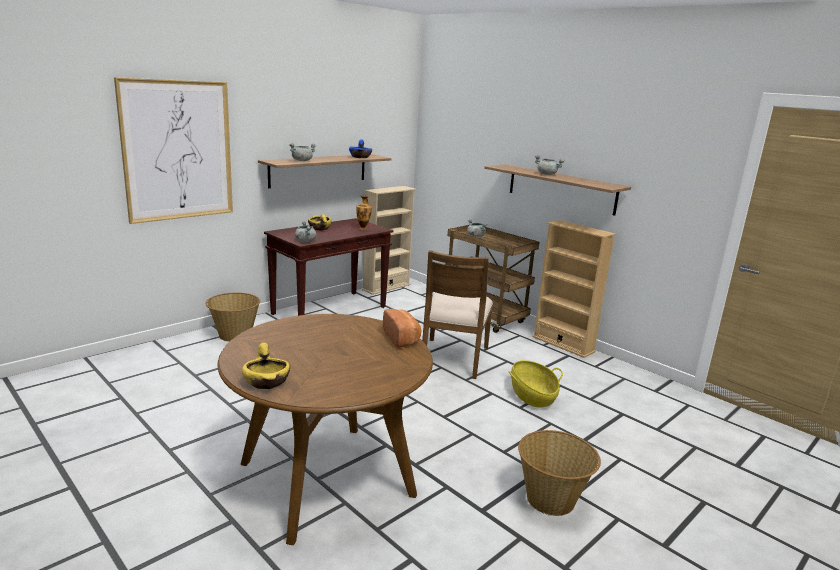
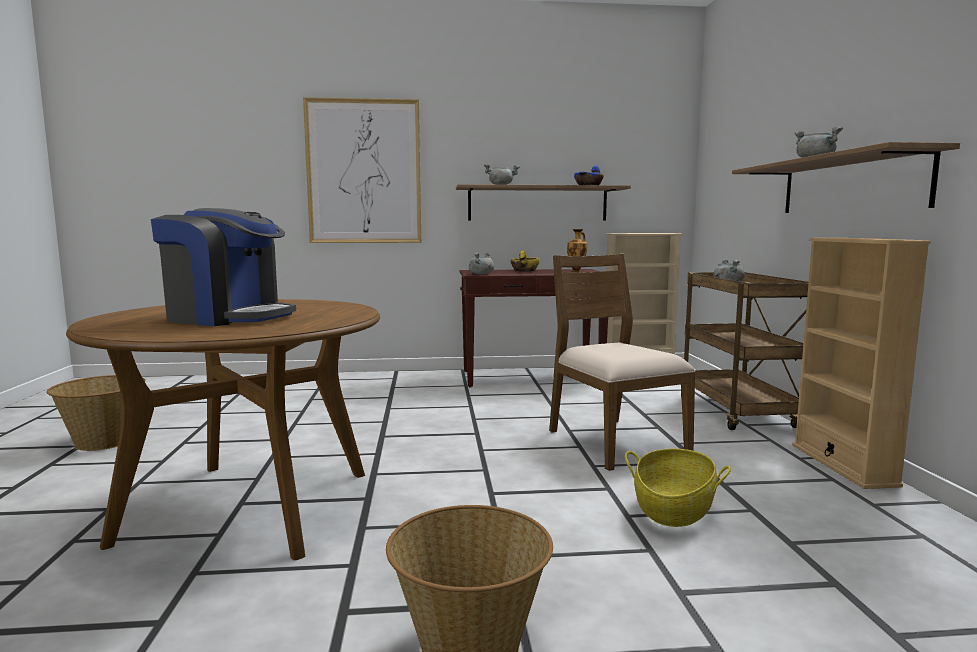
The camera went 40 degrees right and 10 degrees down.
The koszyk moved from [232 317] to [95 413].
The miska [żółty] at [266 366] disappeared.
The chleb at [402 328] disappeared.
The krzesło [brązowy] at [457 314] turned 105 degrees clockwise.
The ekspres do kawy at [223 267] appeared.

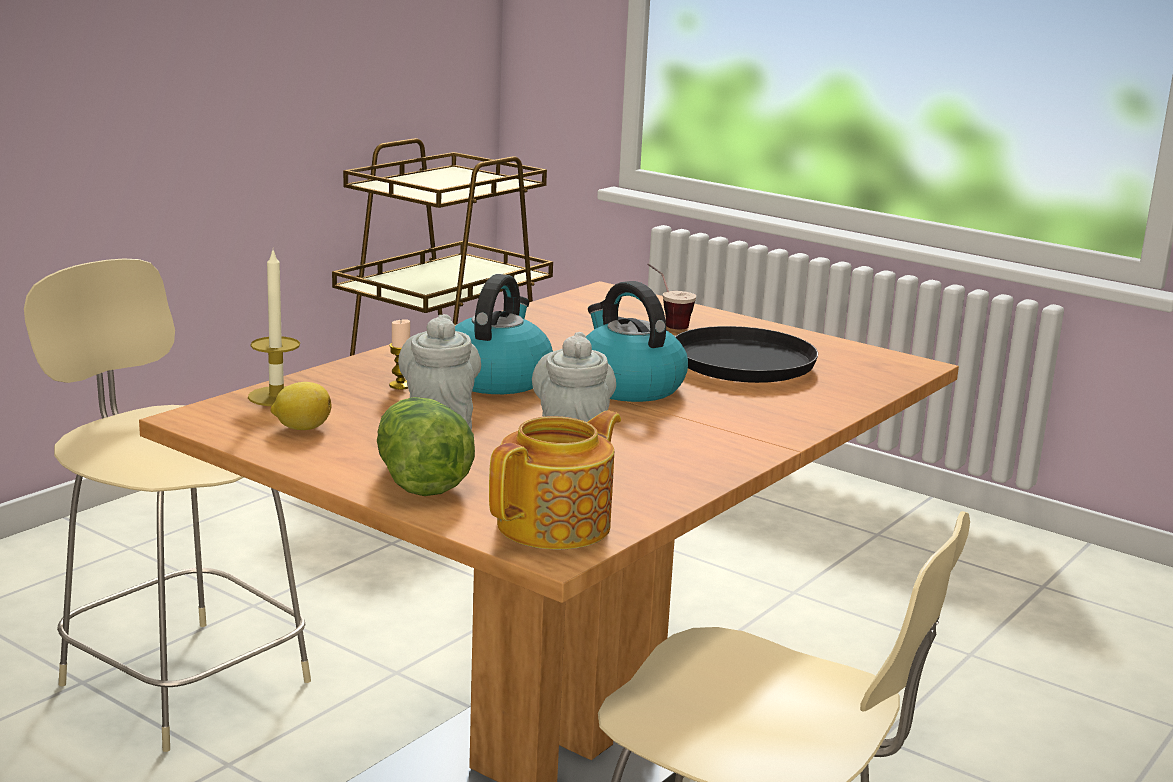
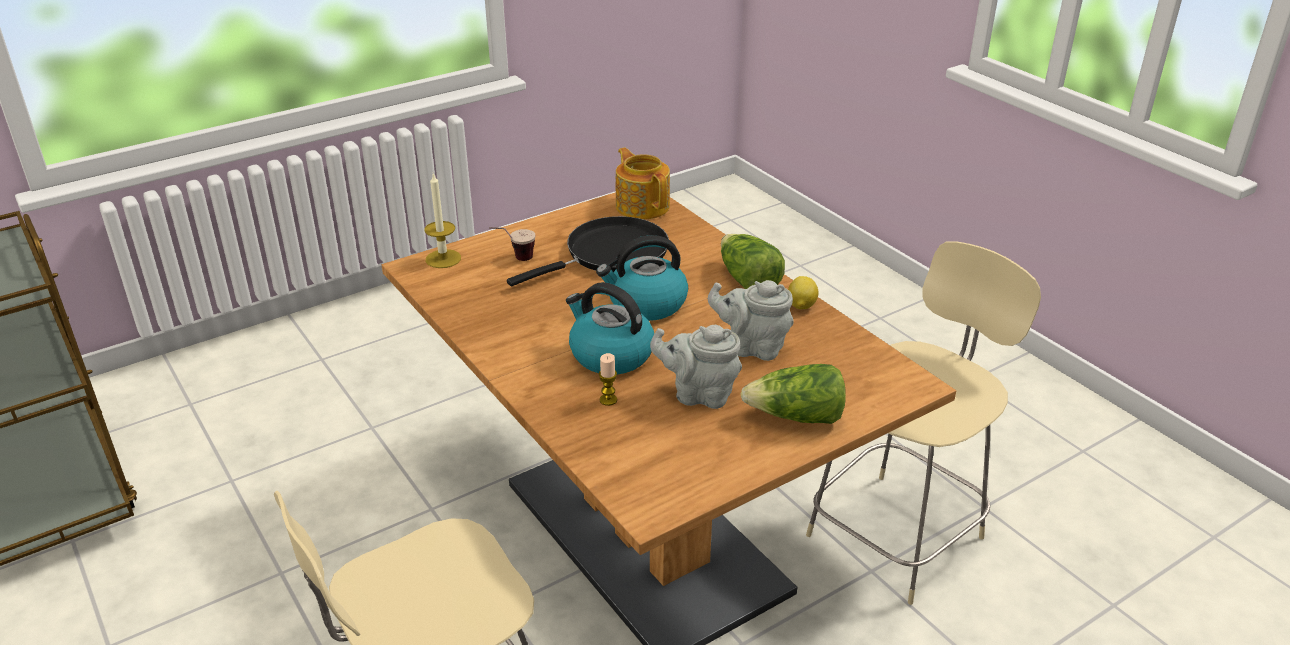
The camera went 70 degrees left and 15 degrees up.
The świeca moved from [274 328] to [442 220].
The cytryna moved from [300 406] to [803 292].
The imbryk moved from [555 479] to [643 183].
The sałata at [753 261] appeared.

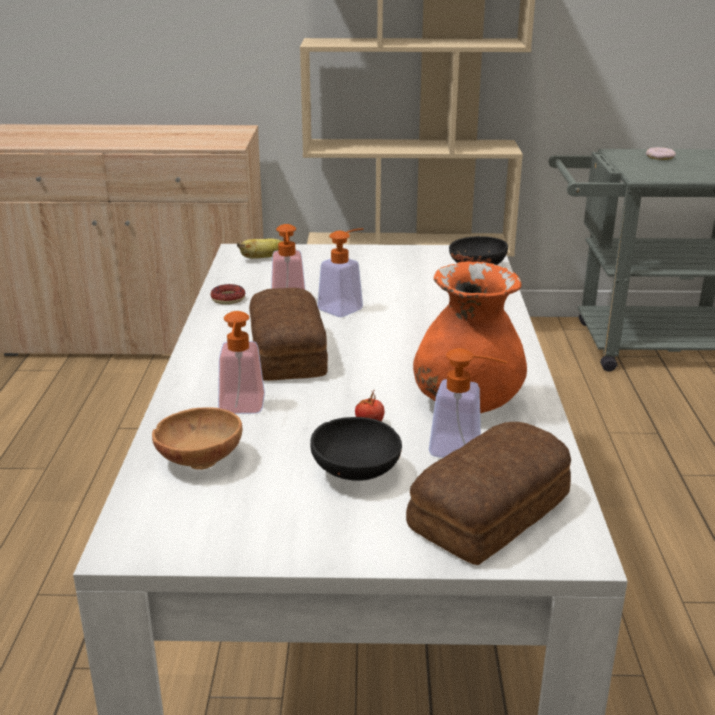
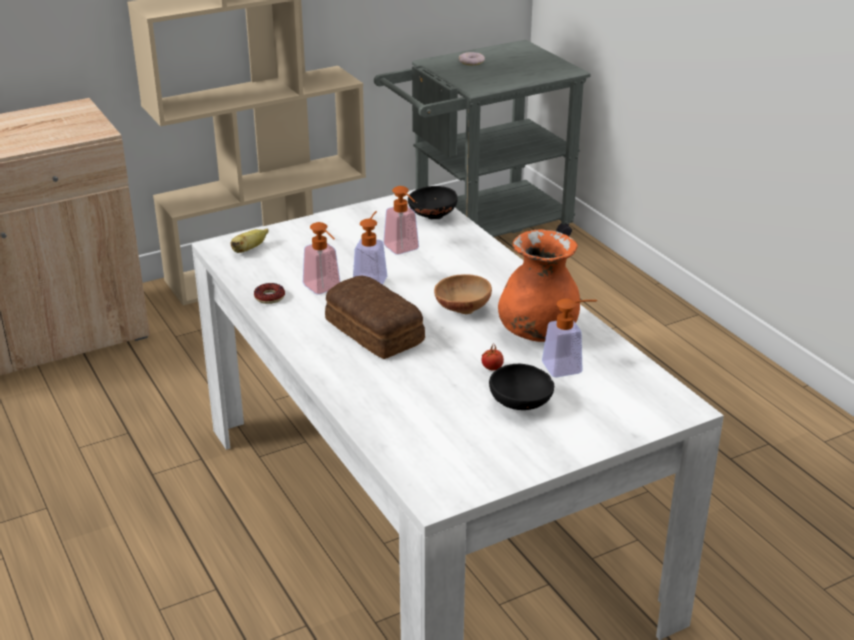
The camera went 30 degrees left and 5 degrees up.
The miska [brązowy] moved from [197 438] to [463 294].
The dozownik mydła moved from [241 362] to [401 220].
The chleb at [488 493] disappeared.

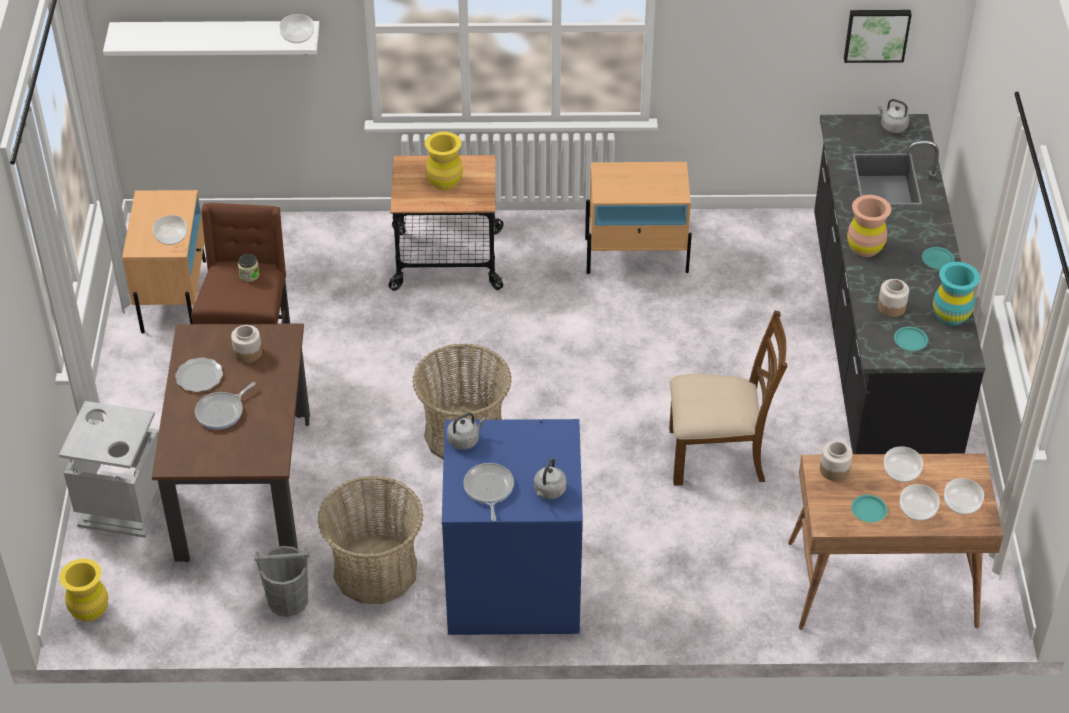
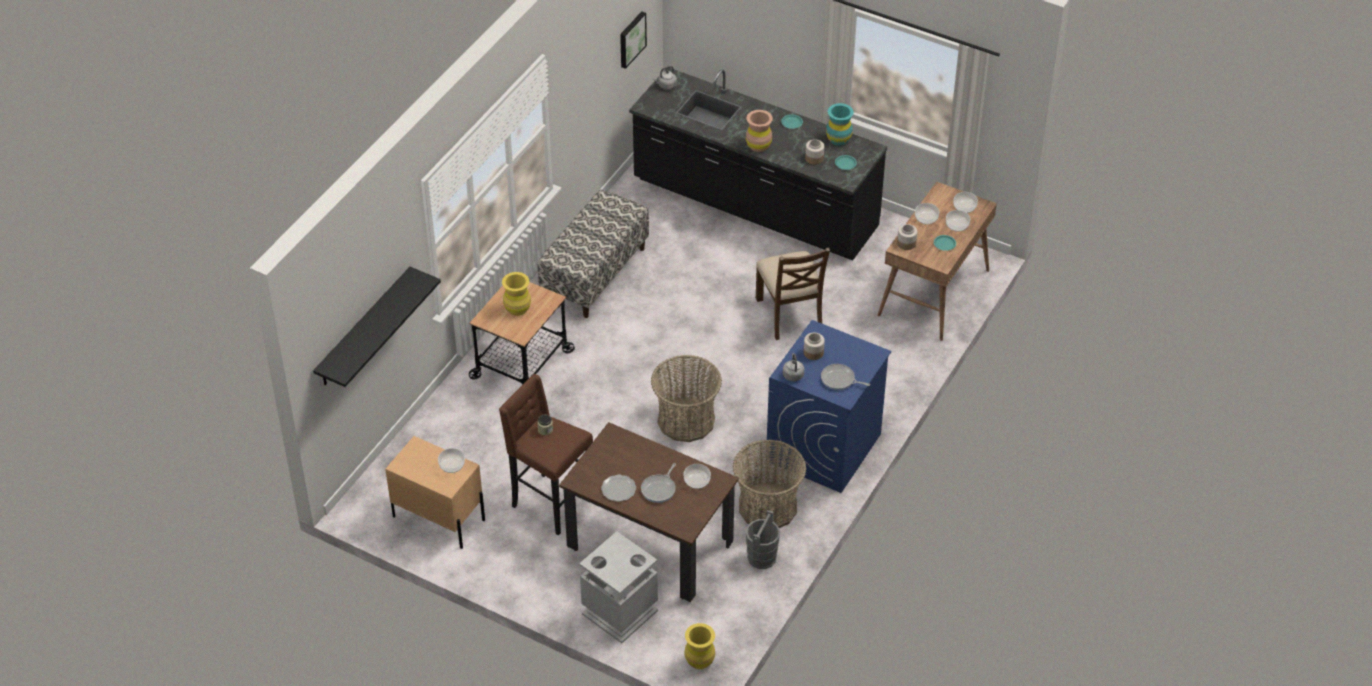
The camera went 60 degrees left and 0 degrees up.
The półka [biały] at [211 38] became the półka [czarny] at [377 327].
The patelnia at [225 406] turned 45 degrees clockwise.
The słoik moved from [246 344] to [814 346].
The miska moved from [296 28] to [697 476].
The czajnik [szary] at [550 478] disappeared.
The szafka nocna [beżowy] at [638 218] was replaced by the ławka at [593 253].
The krzesło [brązowy] at [728 398] turned 135 degrees clockwise.

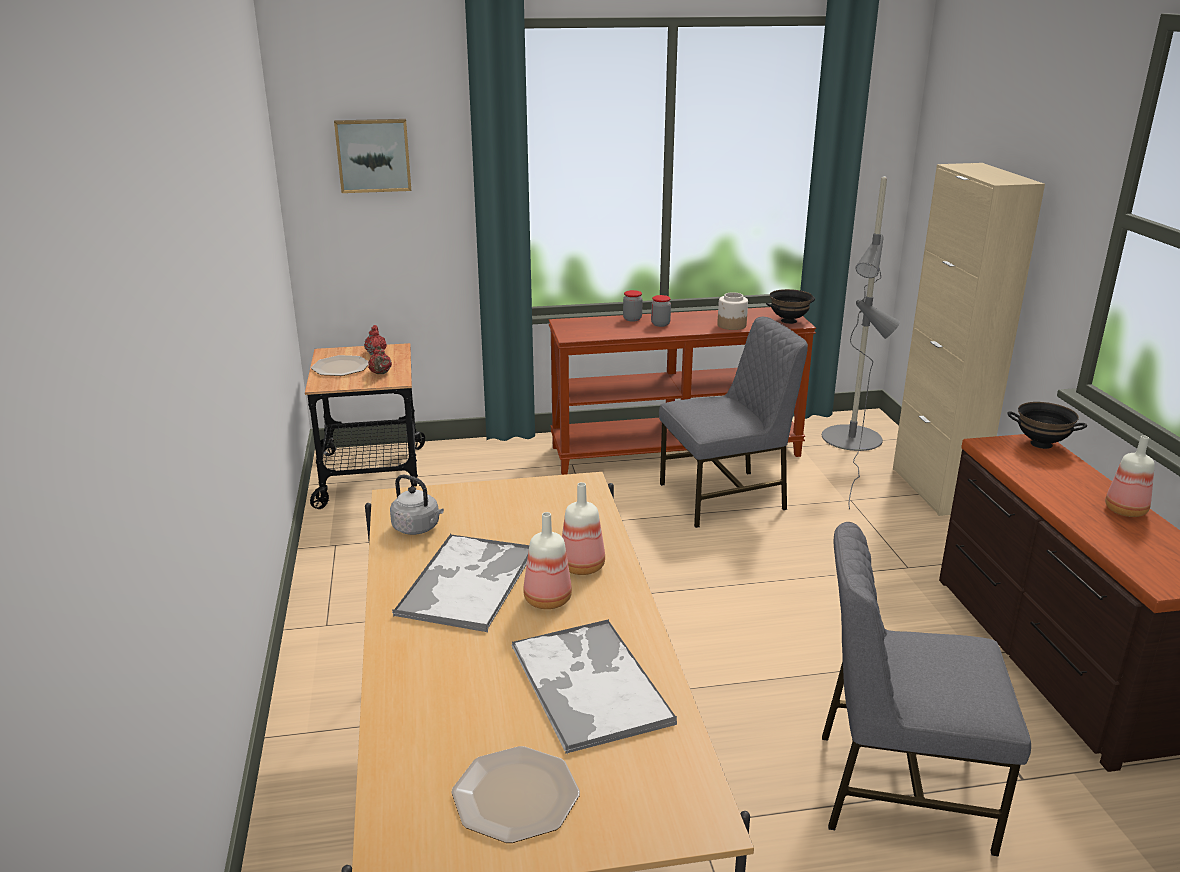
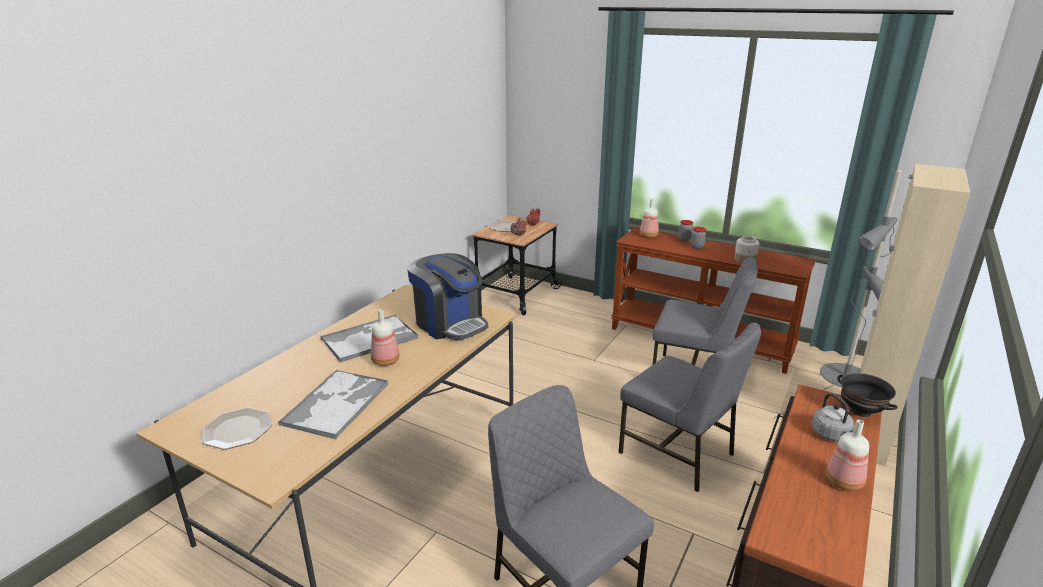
The camera went 40 degrees right and 0 degrees up.
The obraz at [372 156] disappeared.
The czajnik [szary] moved from [417 505] to [833 417].
The butelka moved from [583 528] to [649 218].
The miska [czarny] at [790 306] disappeared.
The ekspres do kawy at [447 297] appeared.
The krzesło [szary] at [689 407] appeared.

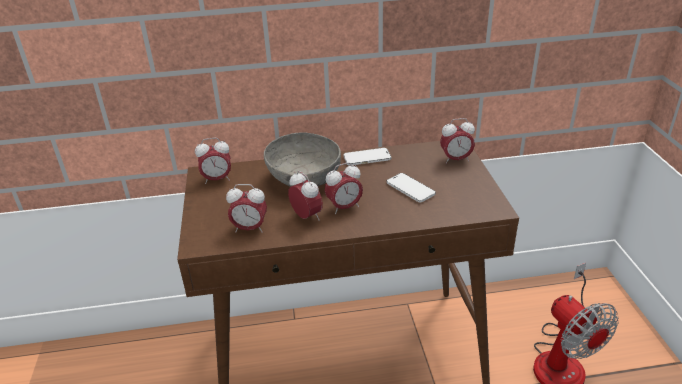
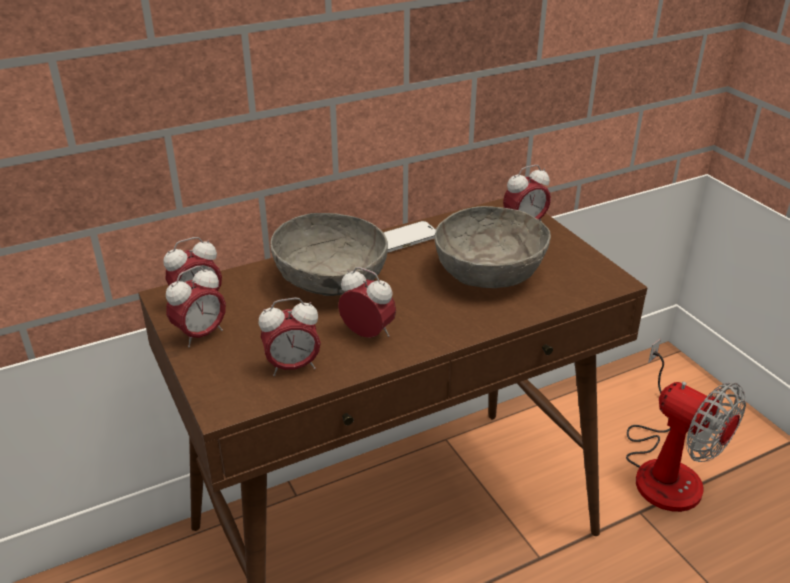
The camera went 20 degrees left and 0 degrees up.
The budzik moved from [344 188] to [196 306].
The telefon at [411 187] was replaced by the miska [szary] at [493 247].

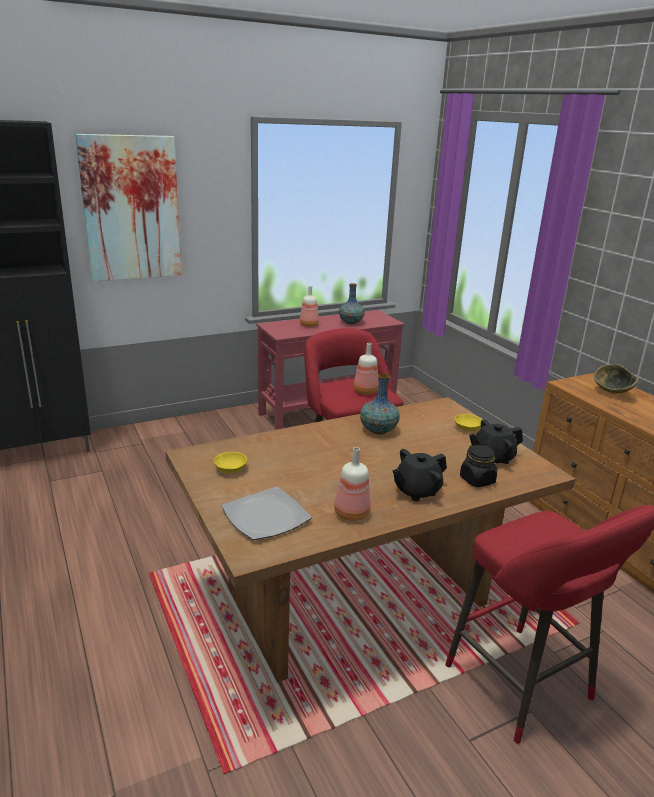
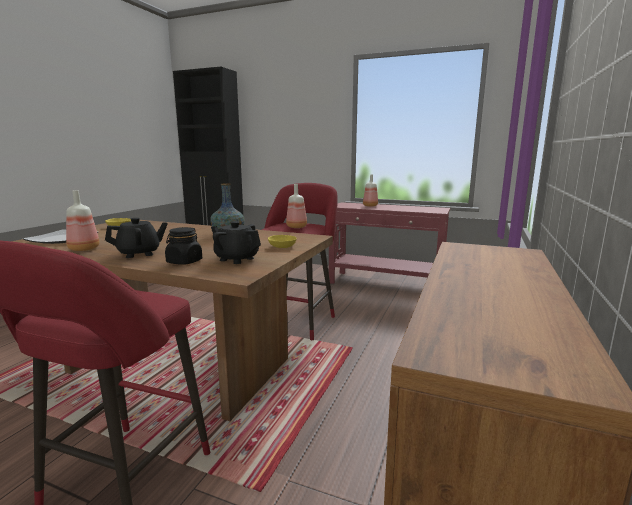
The camera went 50 degrees right and 10 degrees down.
The obraz at [128 208] disappeared.
The wazon at [352 303] disappeared.
The imbryk [czarny] at [420 475] turned 135 degrees clockwise.
The miska at [616 379] disappeared.

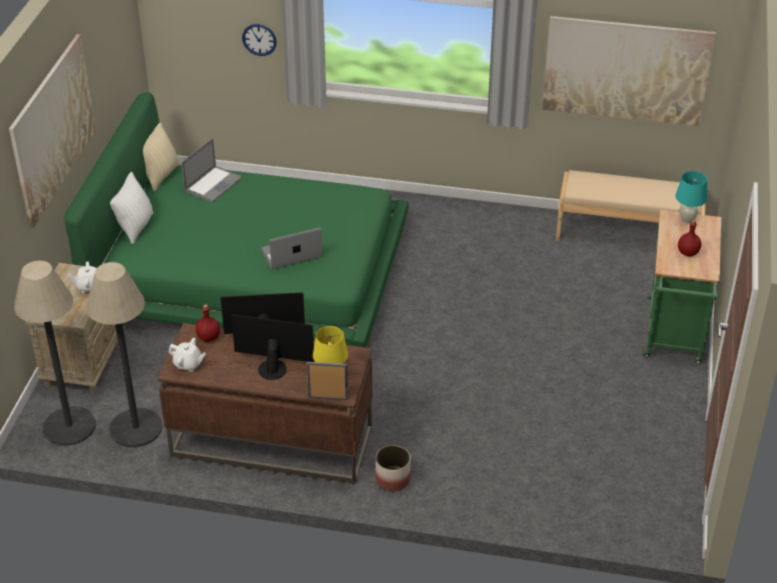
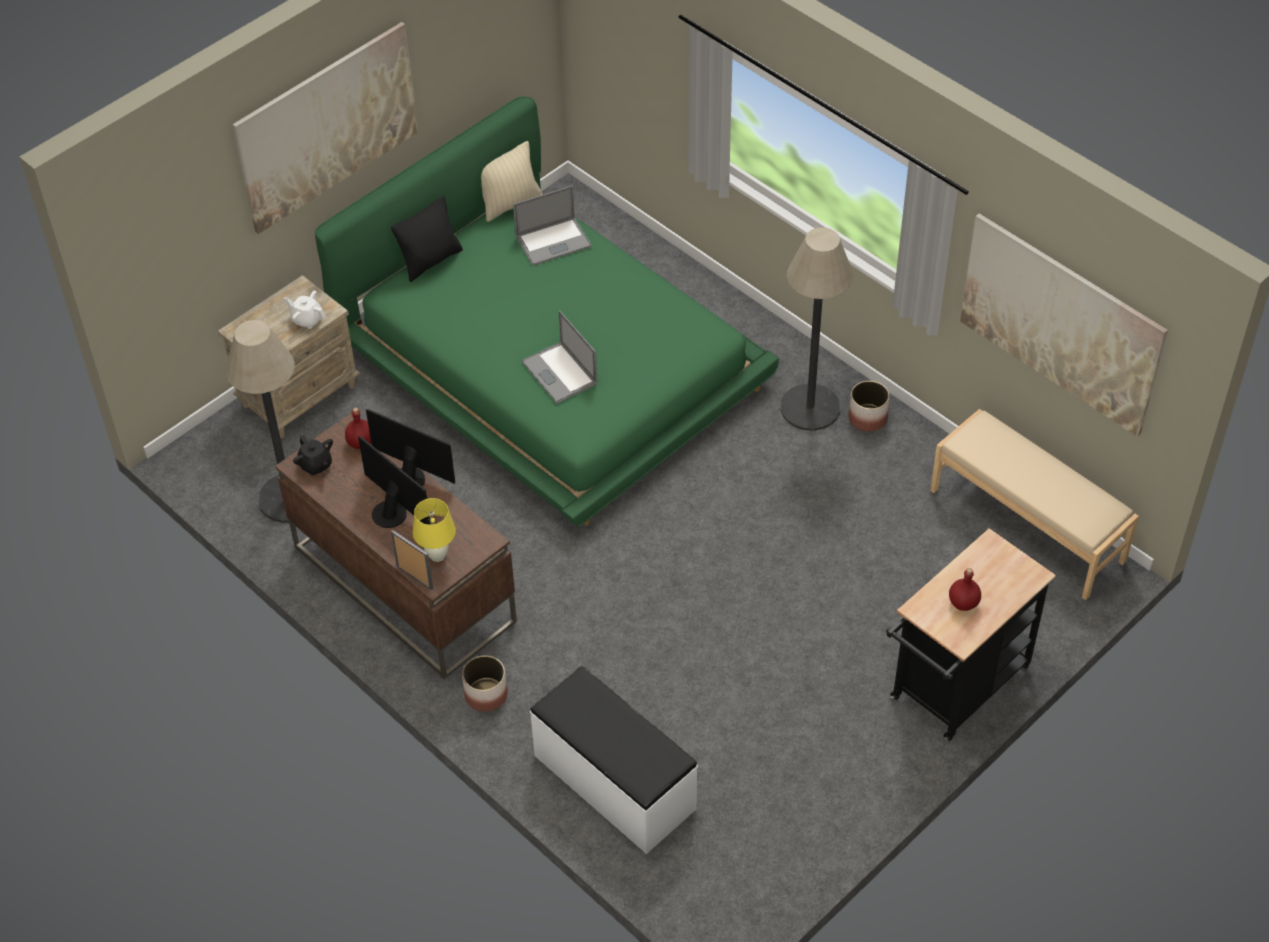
The camera went 35 degrees right and 10 degrees up.
The lampa stojąca moved from [55 353] to [816 329].
The poduszka [biały] at [132 208] became the poduszka [czarny] at [427 238].
The imbryk [biały] at [187 355] became the imbryk [czarny] at [313 455].
The zegar ścienny at [259 40] disappeared.
The laptop at [291 248] turned 135 degrees counterclockwise.
The wózek [zielony] at [682 287] became the wózek [czarny] at [971 634].
The lampa stołowa [turkusowy] at [691 197] disappeared.
The ławka [biały] at [614 760] appeared.
The donica at [869 406] appeared.

